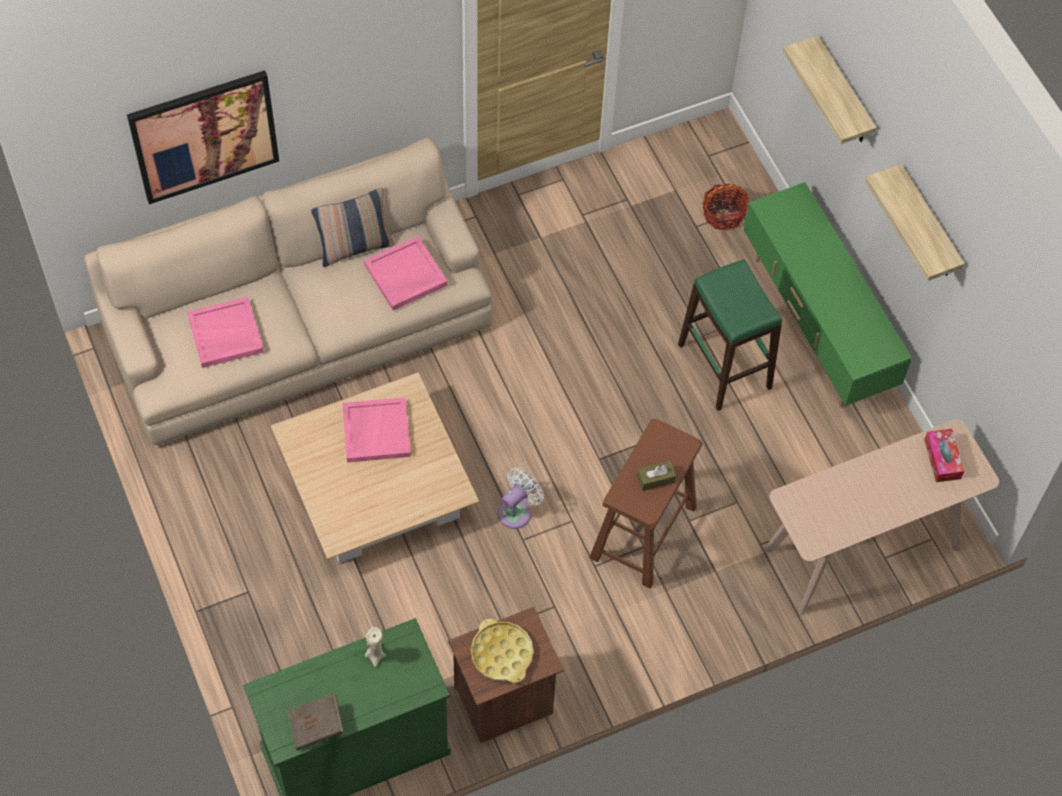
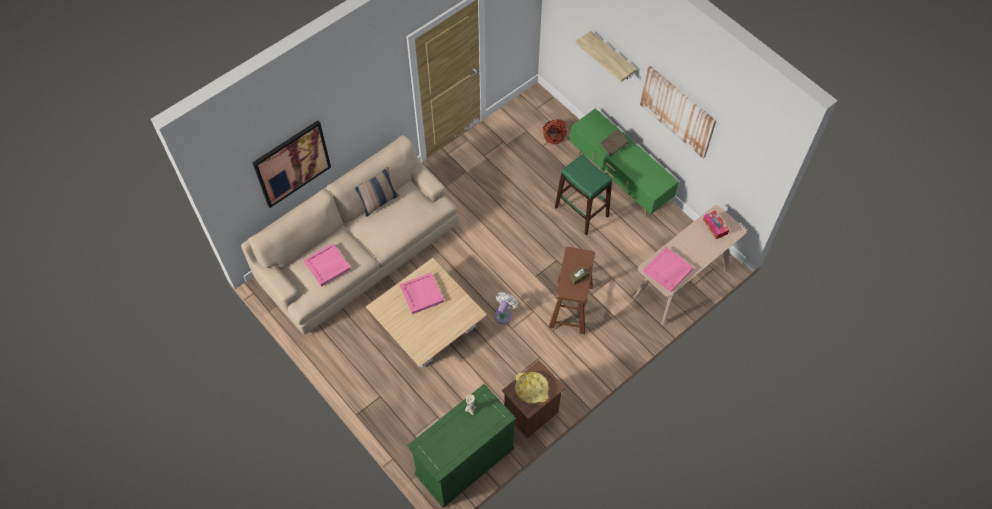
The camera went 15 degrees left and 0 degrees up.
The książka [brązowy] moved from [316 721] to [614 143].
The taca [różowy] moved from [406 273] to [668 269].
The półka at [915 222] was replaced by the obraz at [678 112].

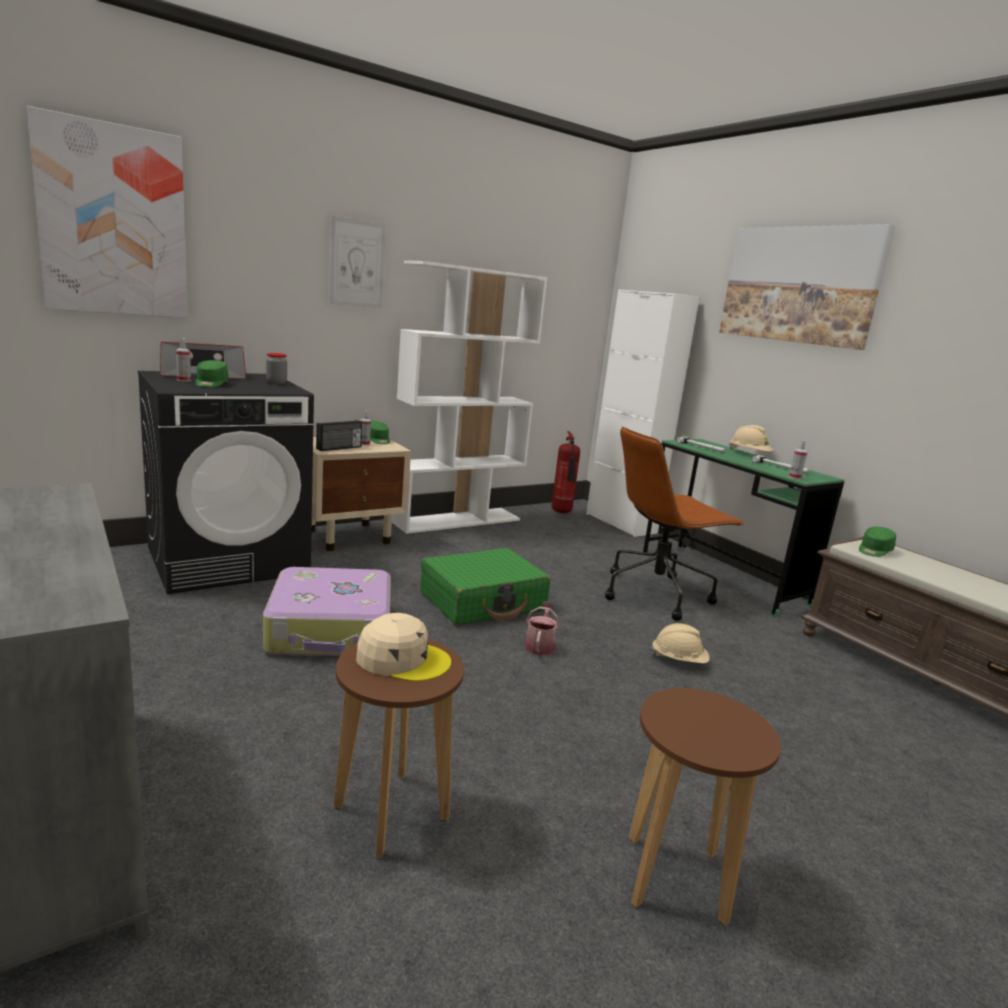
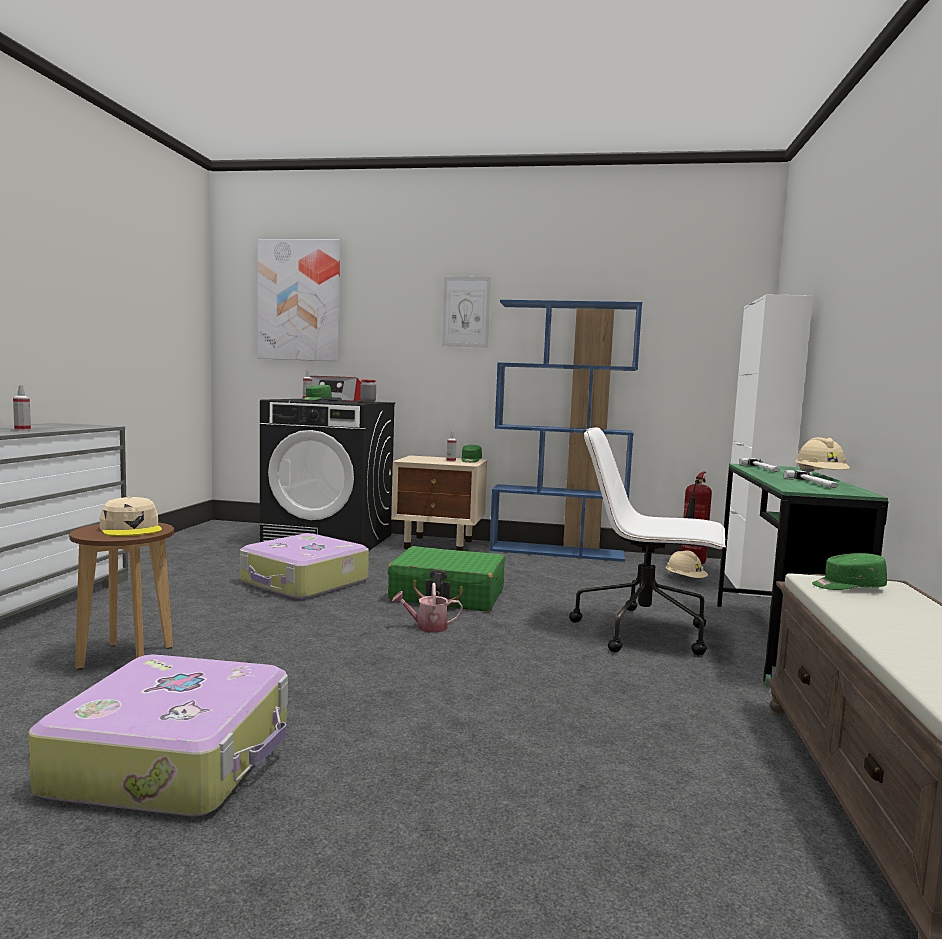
The camera went 45 degrees right and 10 degrees down.
The radio at [339 435] disappeared.
The regał [biały] at [469 397] became the regał [niebieski] at [565 431].
The konewka at [542 628] turned 150 degrees counterclockwise.
The krzesło biurowe [brązowy] at [674 524] became the krzesło biurowe [biały] at [647 541].
The stołek [brązowy] at [704 807] was replaced by the walizka at [158 735].
The kask [beżowy] moved from [680 643] to [687 564].
The obraz at [807 287] disappeared.
The spryskiwacz moved from [798 459] to [22 408].

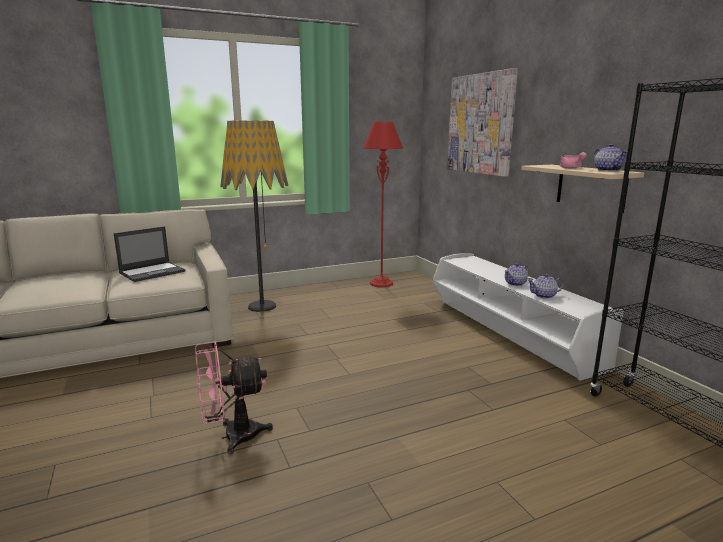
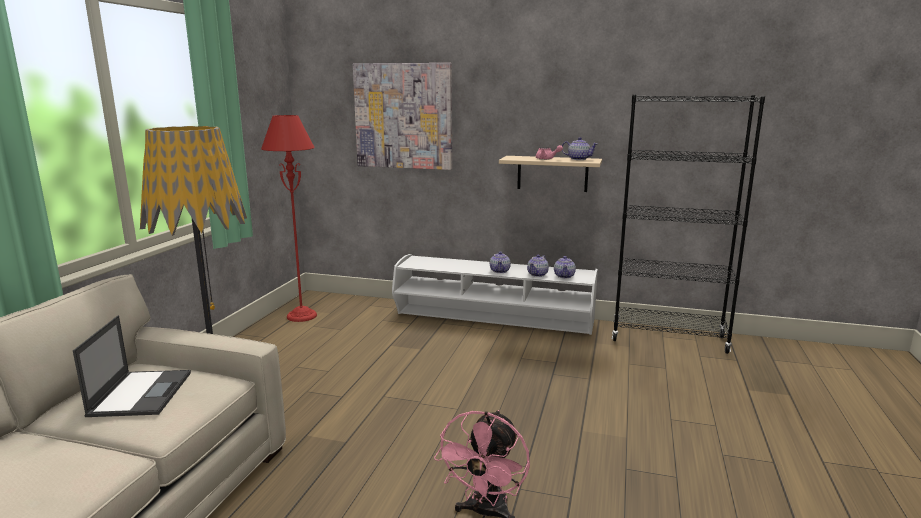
The camera went 50 degrees left and 0 degrees up.
The imbryk at [565 267] appeared.

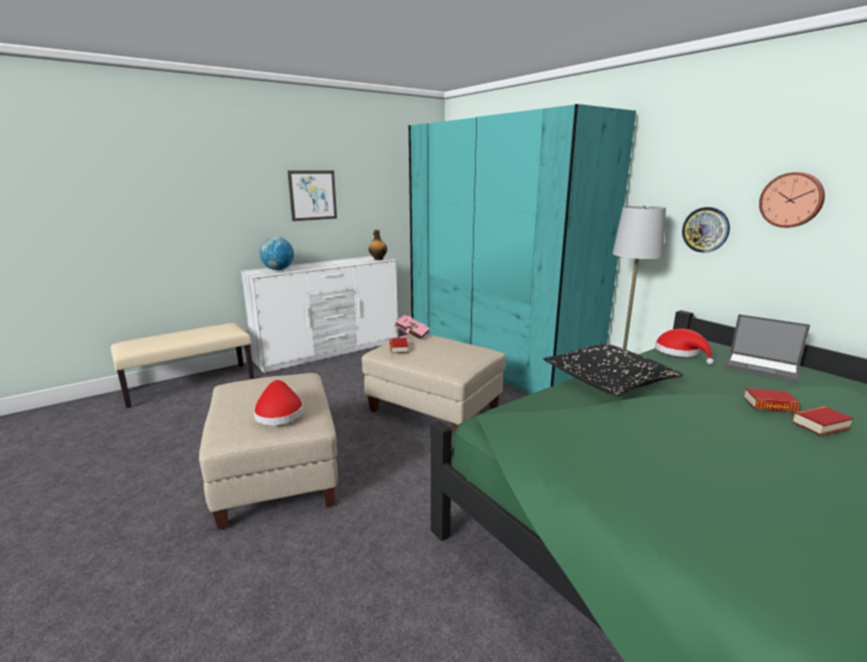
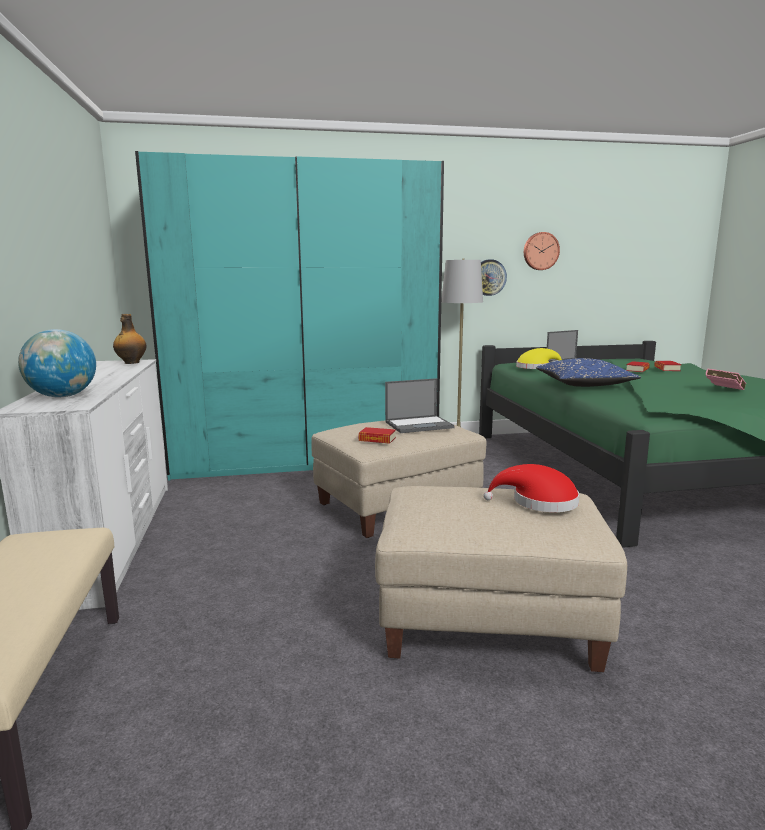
The camera went 65 degrees left and 5 degrees down.
The obraz at [312 195] disappeared.
The książka [różowy] moved from [412 327] to [726 379].
The poduszka [czarny] at [613 370] became the poduszka [niebieski] at [588 372].
The kapelusz [czerwony] at [684 347] became the kapelusz [żółty] at [539 358].
The laptop at [420 405] appeared.

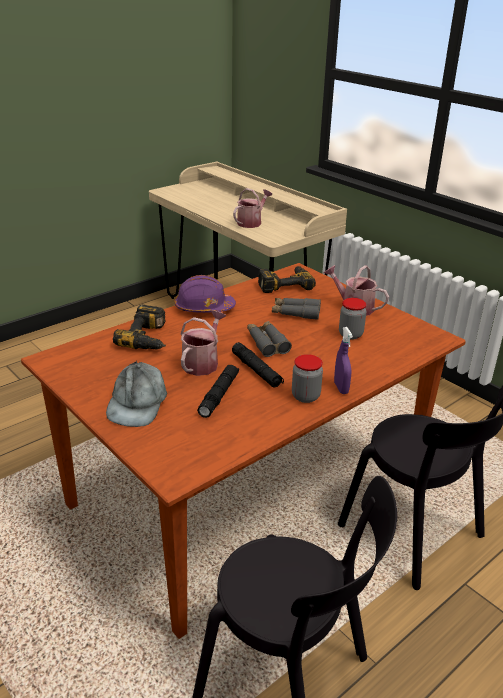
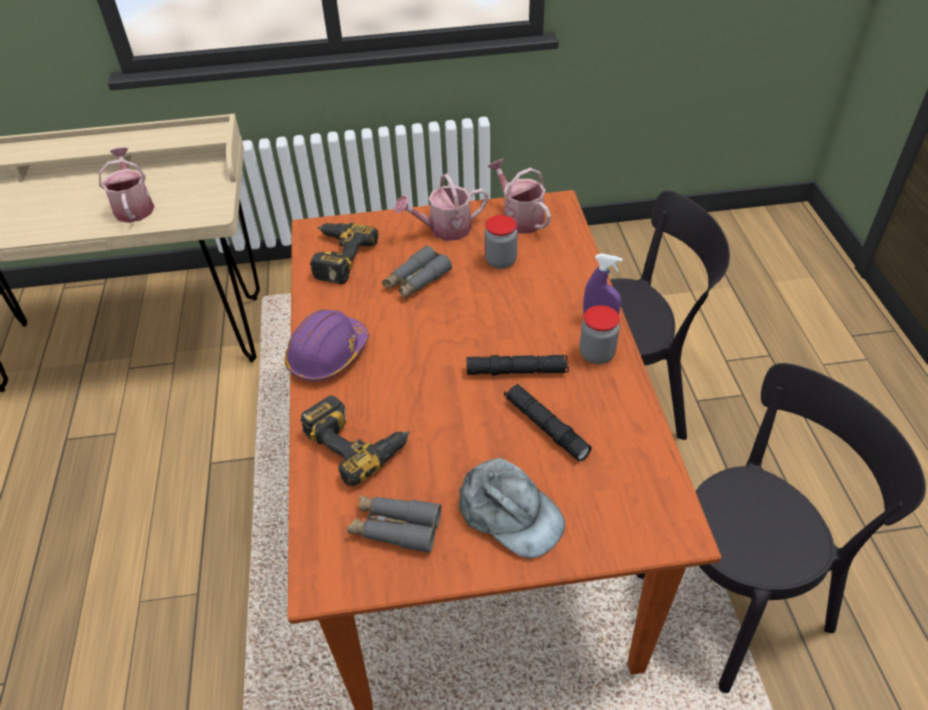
The camera went 55 degrees left and 15 degrees up.
The konewka moved from [203 343] to [519 196].
The lornetka [szary] moved from [269 339] to [394 524].

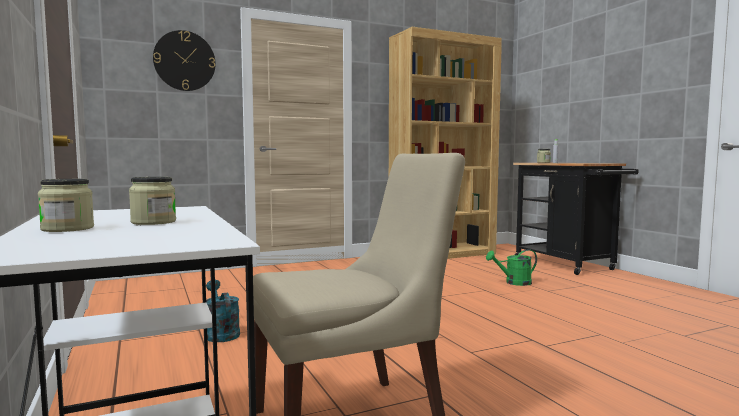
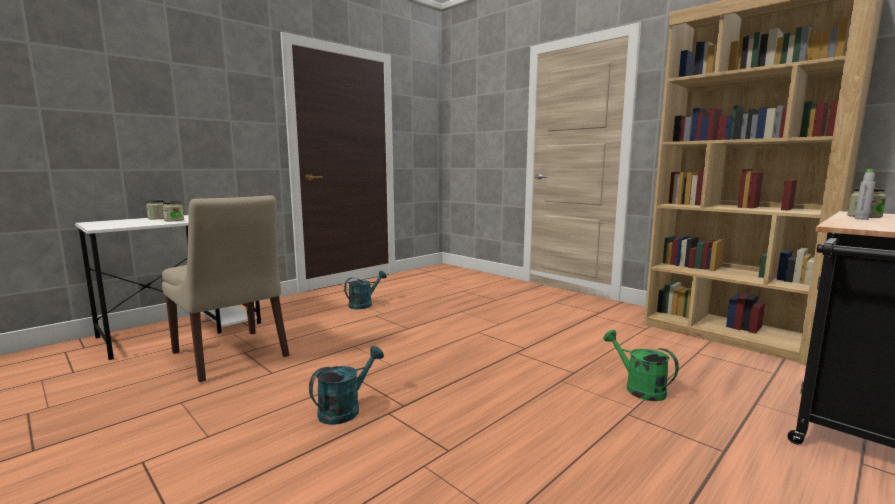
The camera went 70 degrees right and 5 degrees up.
The zegar ścienny at [184 60] disappeared.
The konewka [turkusowy] at [346 385] appeared.

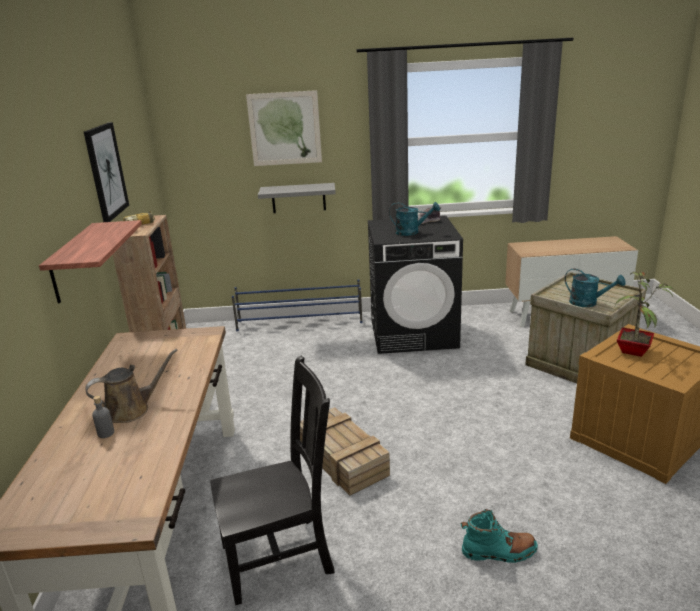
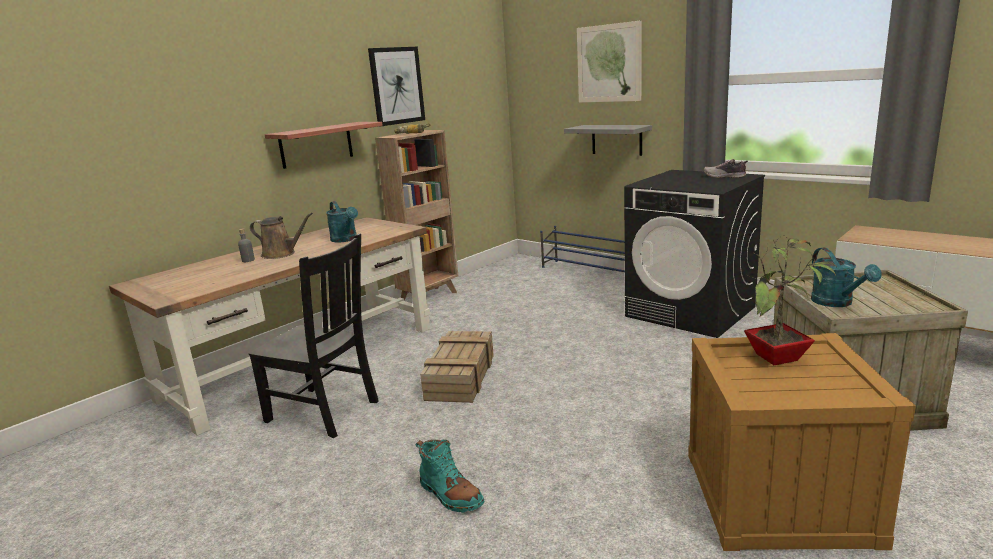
The camera went 45 degrees right and 5 degrees down.
The konewka [turkusowy] moved from [414 219] to [342 221].

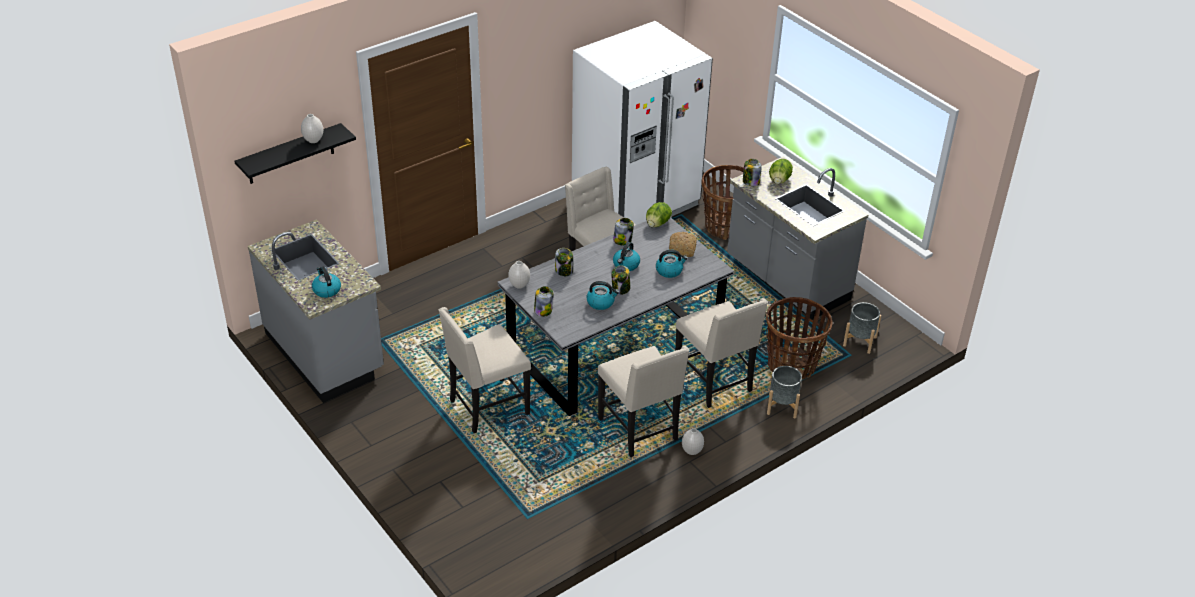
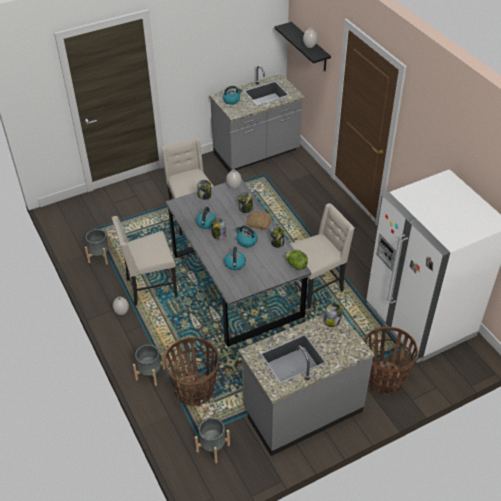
The camera went 100 degrees right and 5 degrees up.
The chleb moved from [683 244] to [259 220].
The krzesło [beżowy] at [721 353] disappeared.
The sałata at [781 171] disappeared.
The donica [szary] at [98 246] appeared.

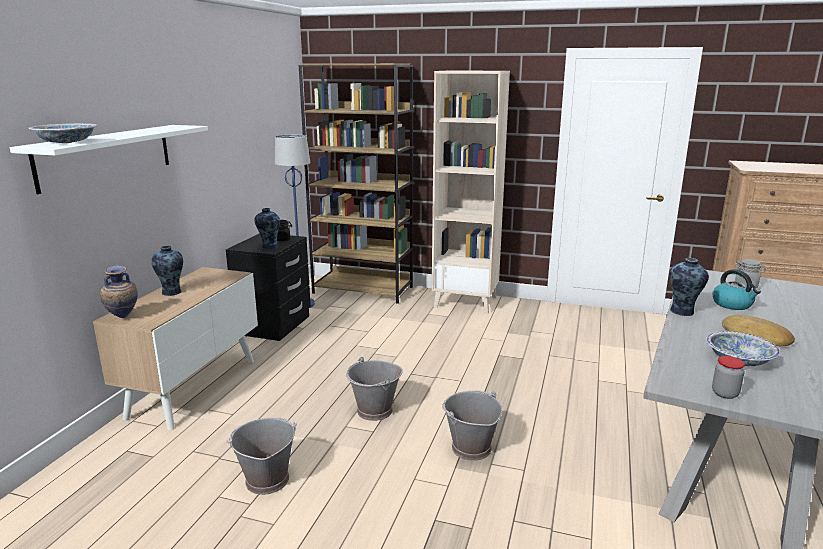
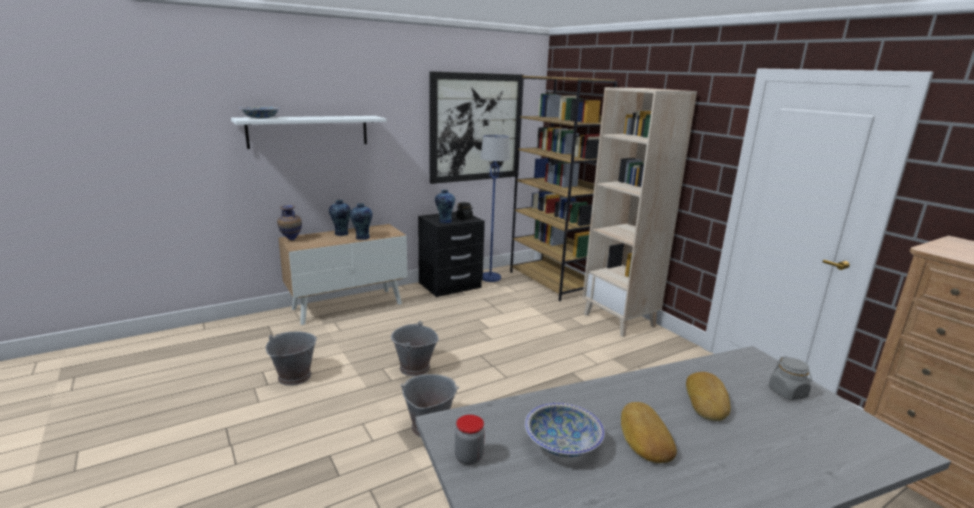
The camera went 40 degrees right and 0 degrees up.
The wazon moved from [689 287] to [361 221].
The czajnik at [736 289] was replaced by the chleb at [708 396].
The obraz at [477 127] appeared.

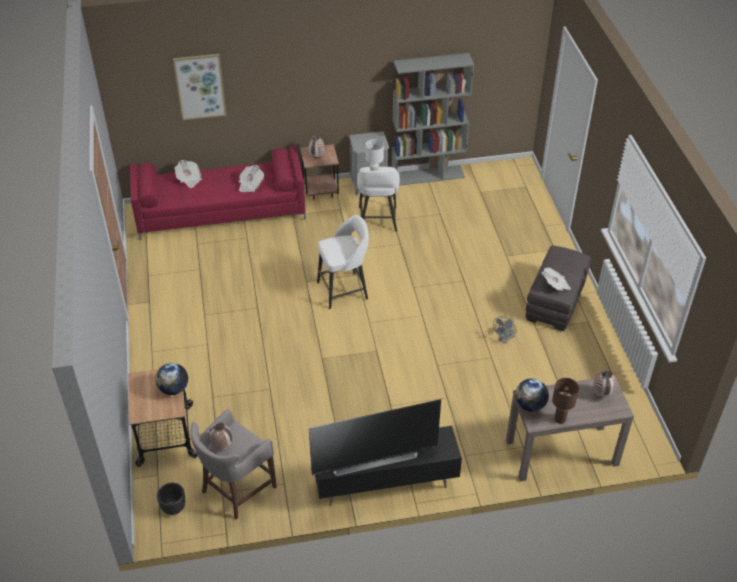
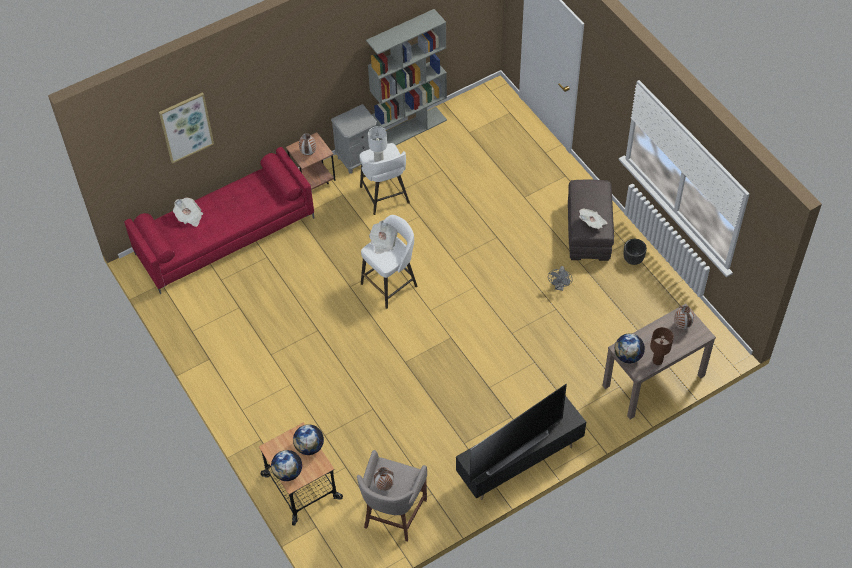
The camera went 20 degrees left and 10 degrees up.
The donica [czarny] moved from [171 499] to [635 252].
The gazeta moved from [251 178] to [383 237].
The globus at [286 465] appeared.

